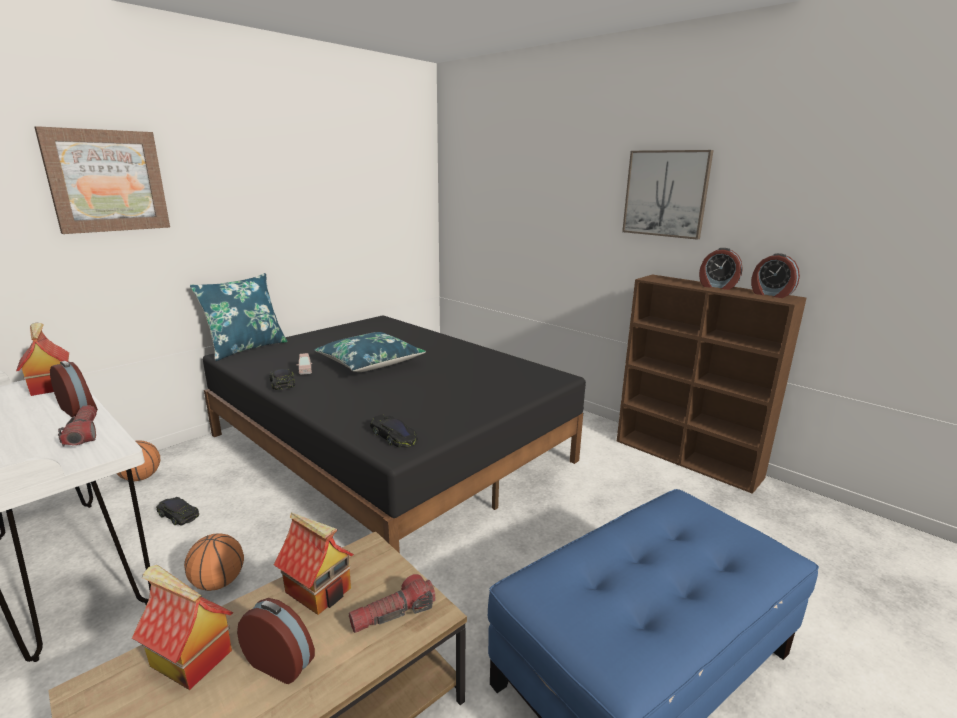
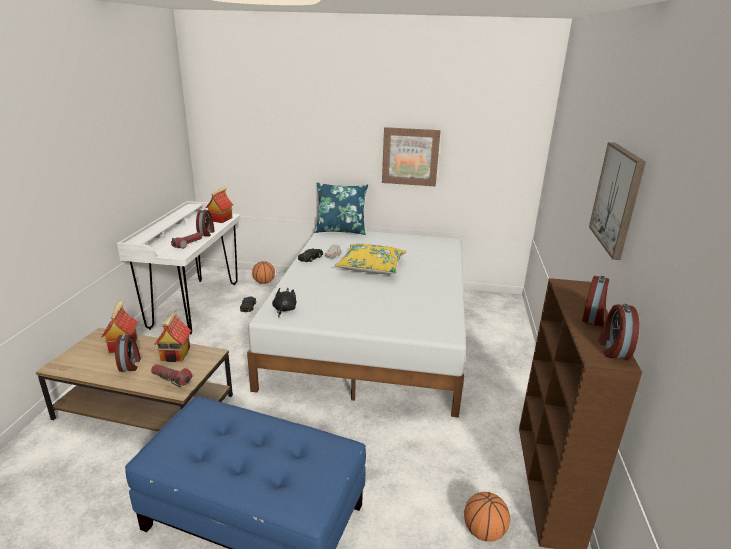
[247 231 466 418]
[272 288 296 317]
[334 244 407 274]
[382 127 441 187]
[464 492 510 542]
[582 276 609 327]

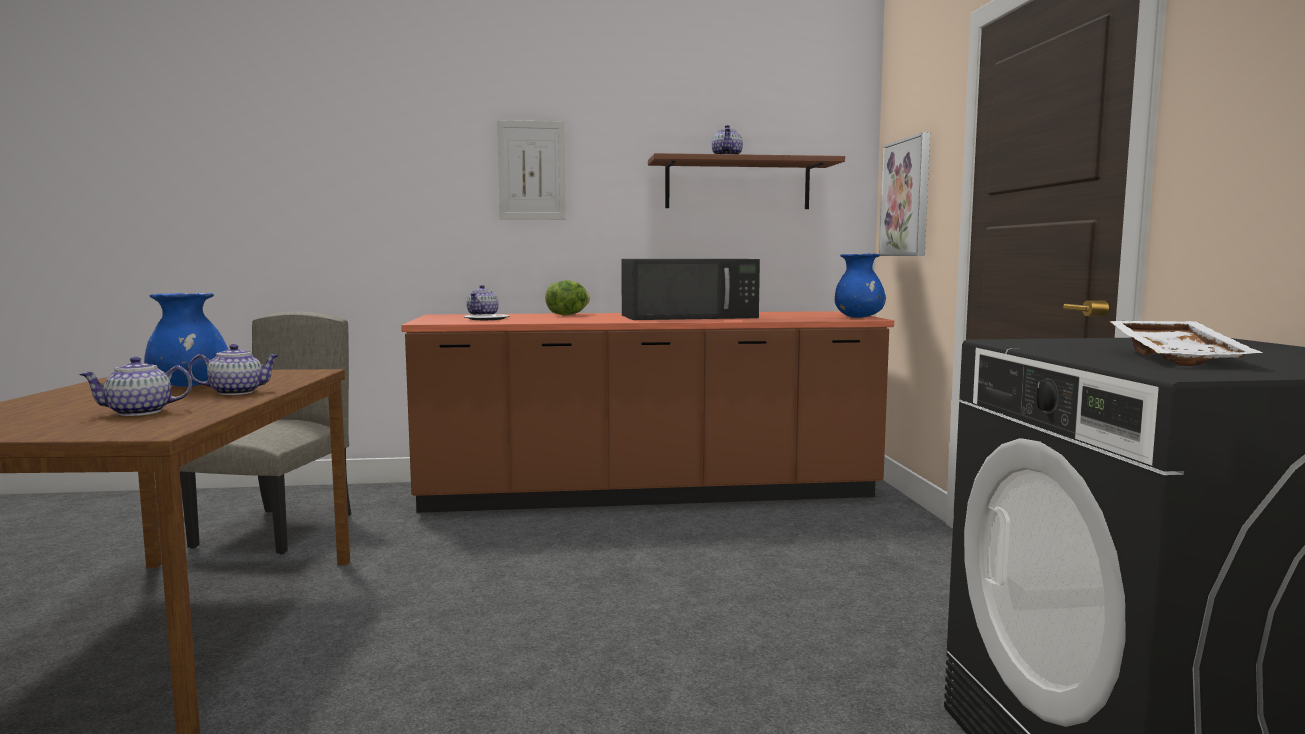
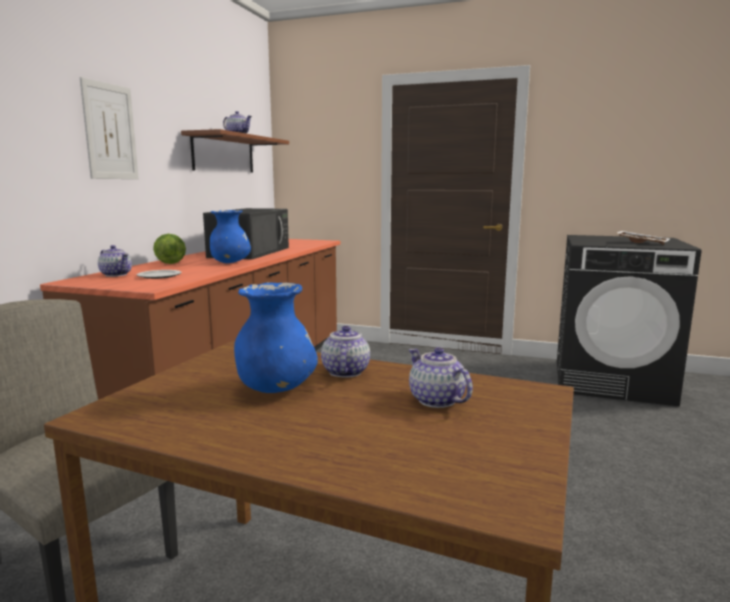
[210 210 251 263]
[409 347 473 408]
[879 132 930 256] (first image)

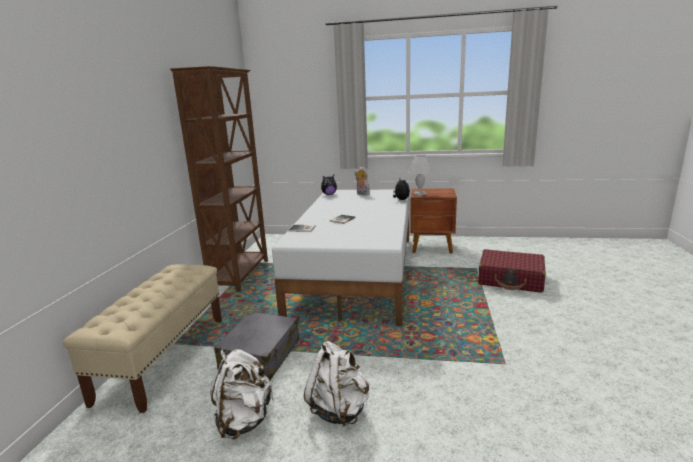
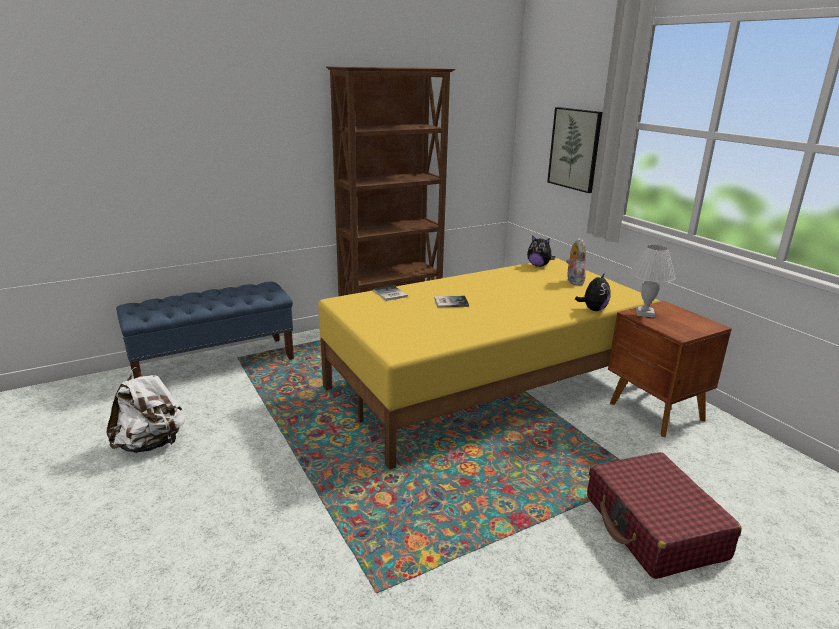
[116 281 294 379]
[318 258 660 470]
[547 107 602 193]
[214 312 299 380] (first image)
[304 341 369 427] (first image)

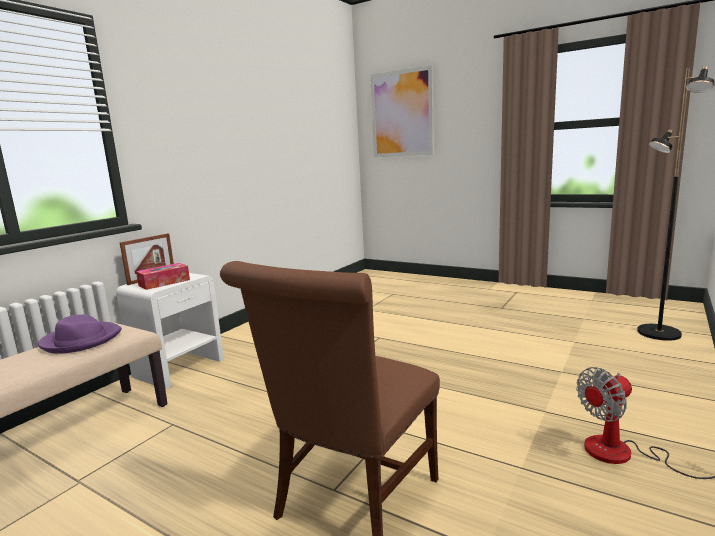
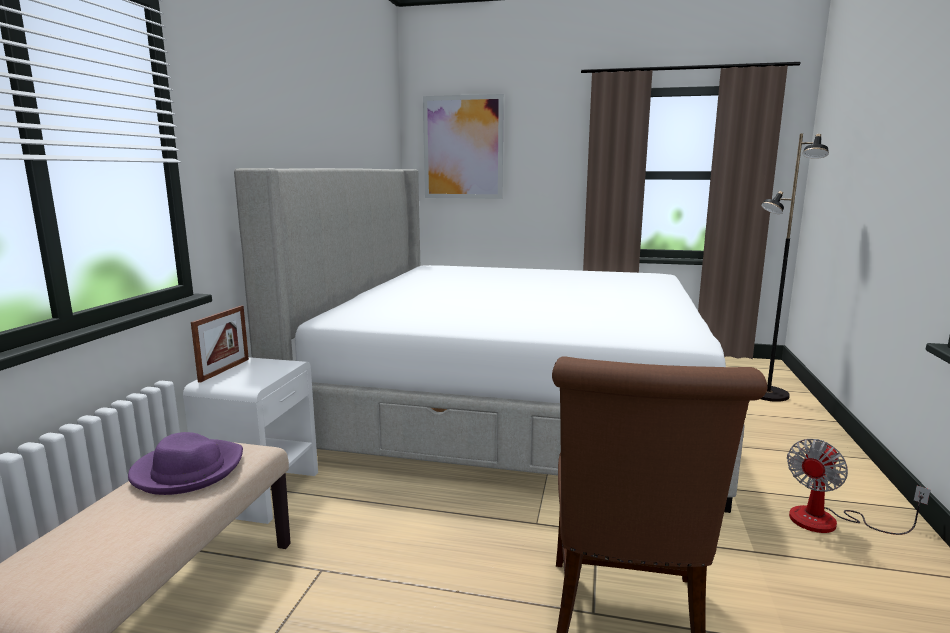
[234 168 745 513]
[136 263 190 290] (first image)

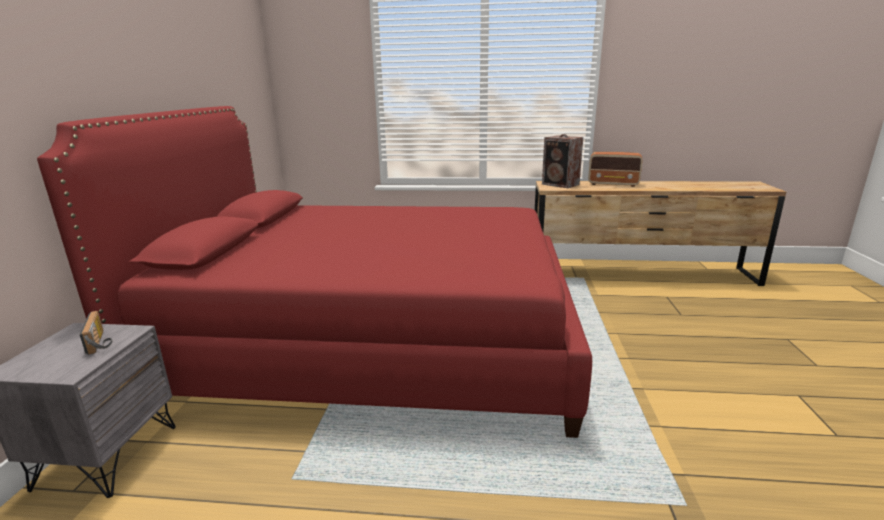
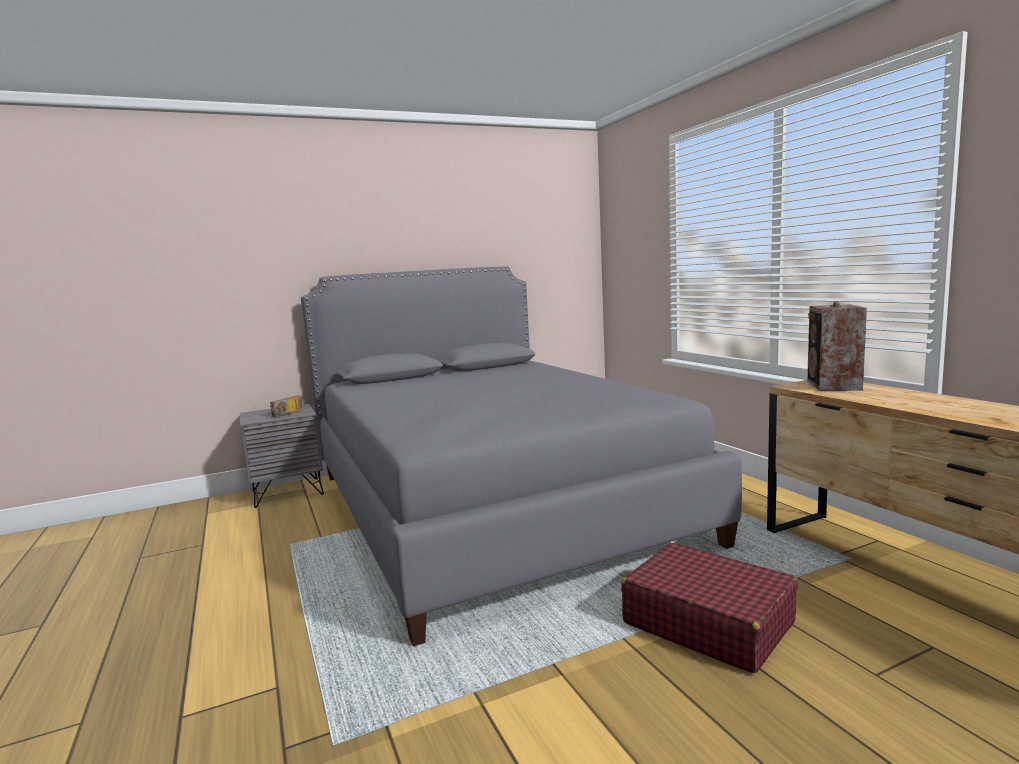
[301 266 742 646]
[621 543 798 673]
[588 152 642 187] (first image)

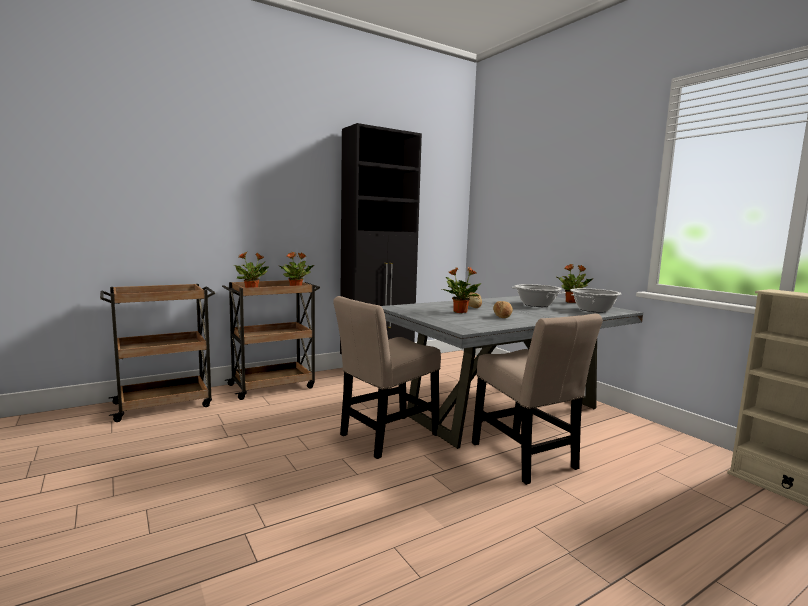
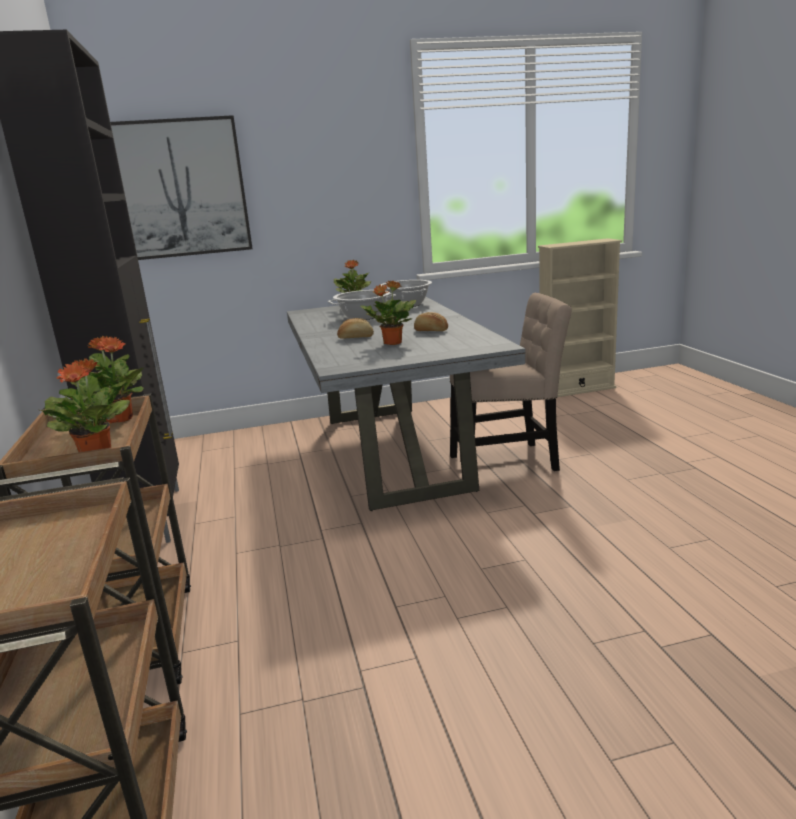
[110 115 253 260]
[333 296 441 459] (first image)

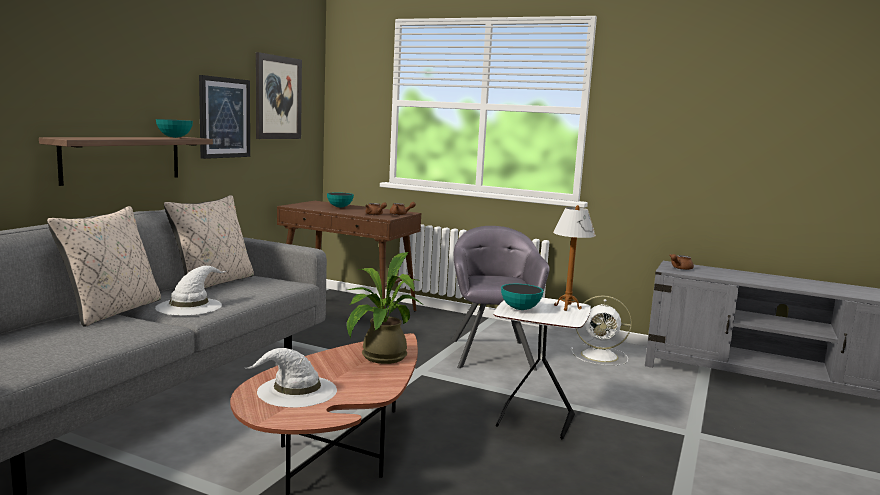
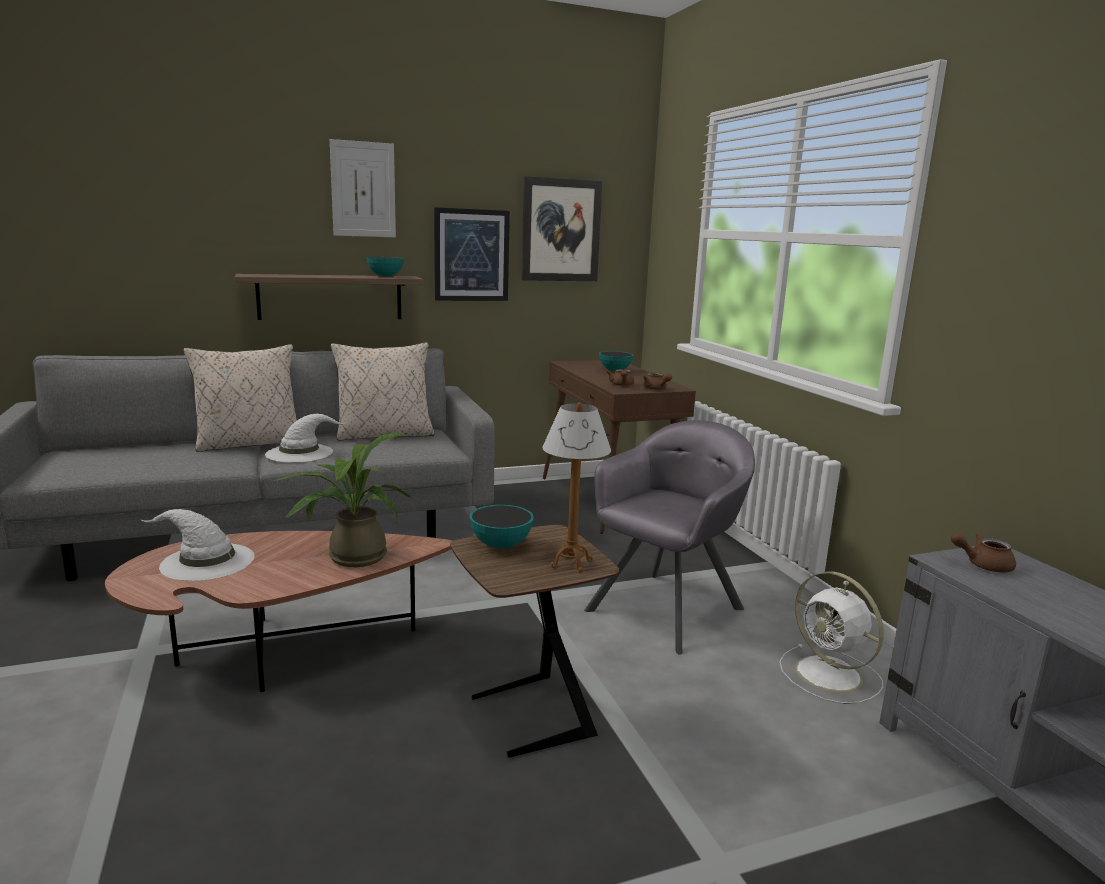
[330 139 396 237]
[450 525 619 758]

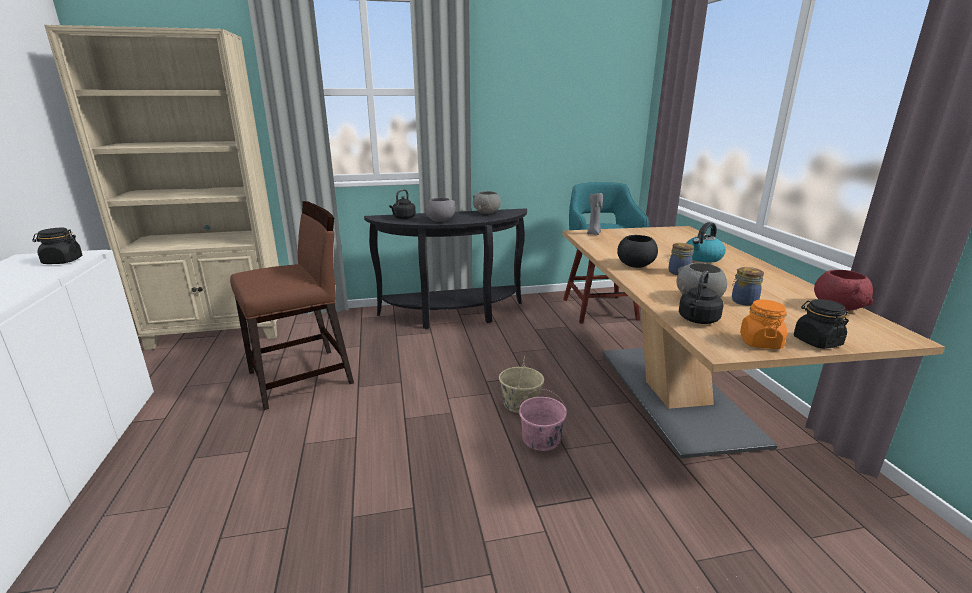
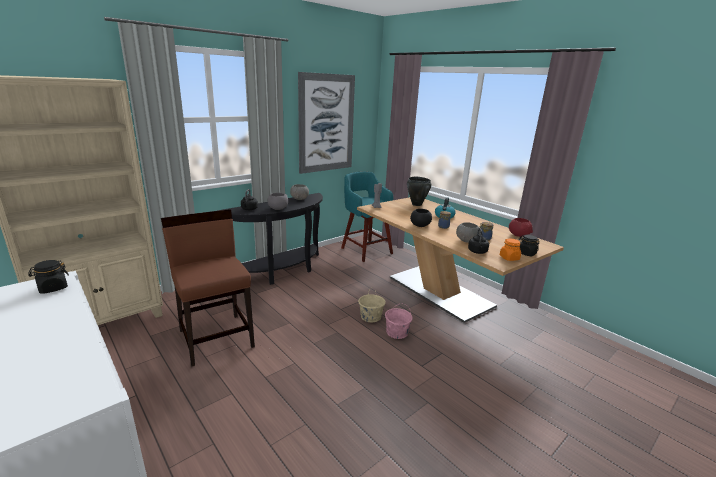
[161 209 255 366]
[298 72 355 174]
[407 177 432 206]

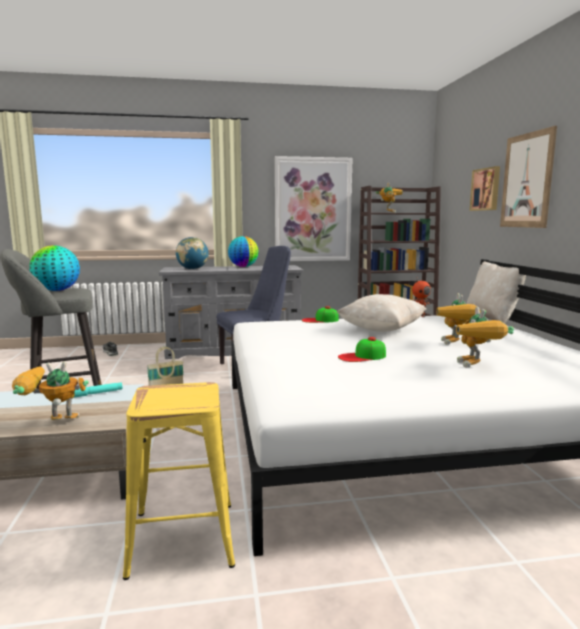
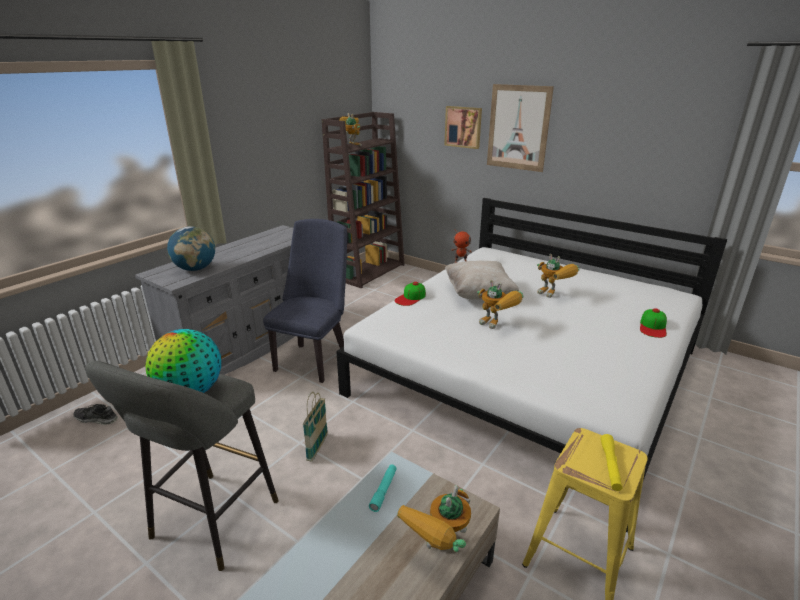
[477 280 524 329]
[601 434 622 491]
[640 308 667 338]
[228 236 259 267] (first image)
[275 156 352 261] (first image)
[466 261 526 323] (first image)

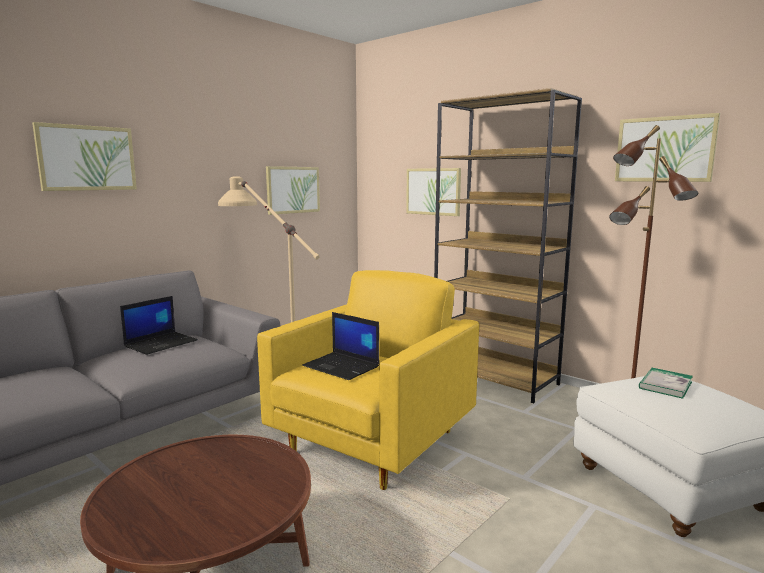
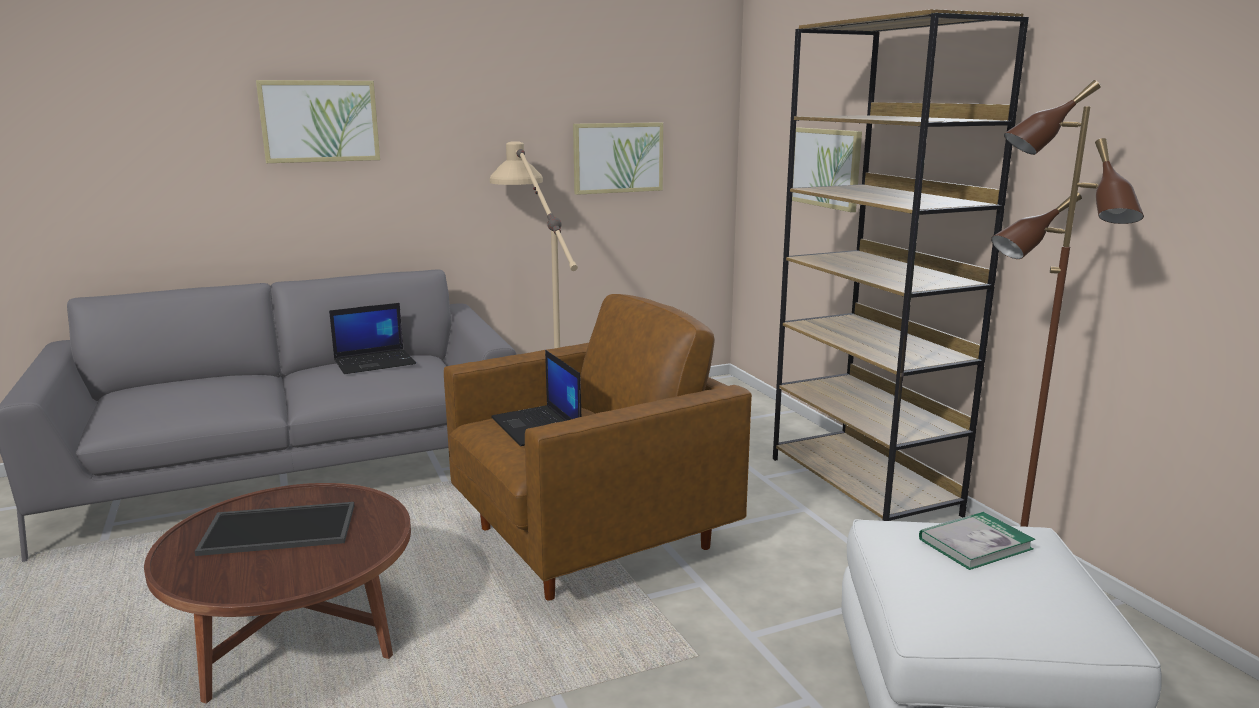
[194 502 354 556]
[444 294 752 600]
[615 113 720 182] (first image)

